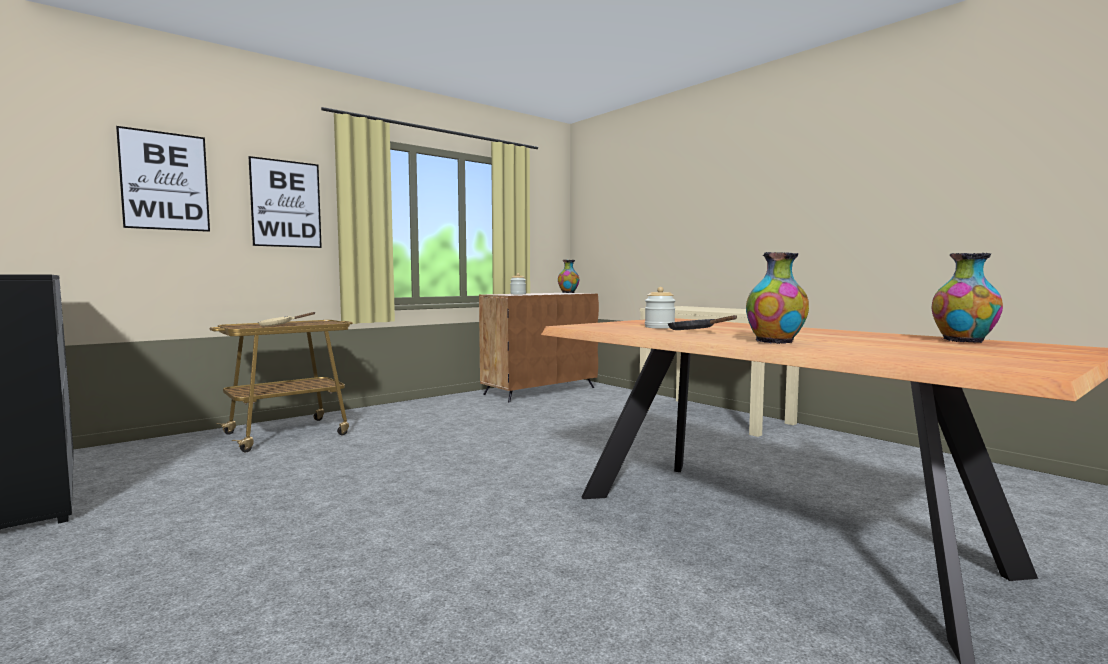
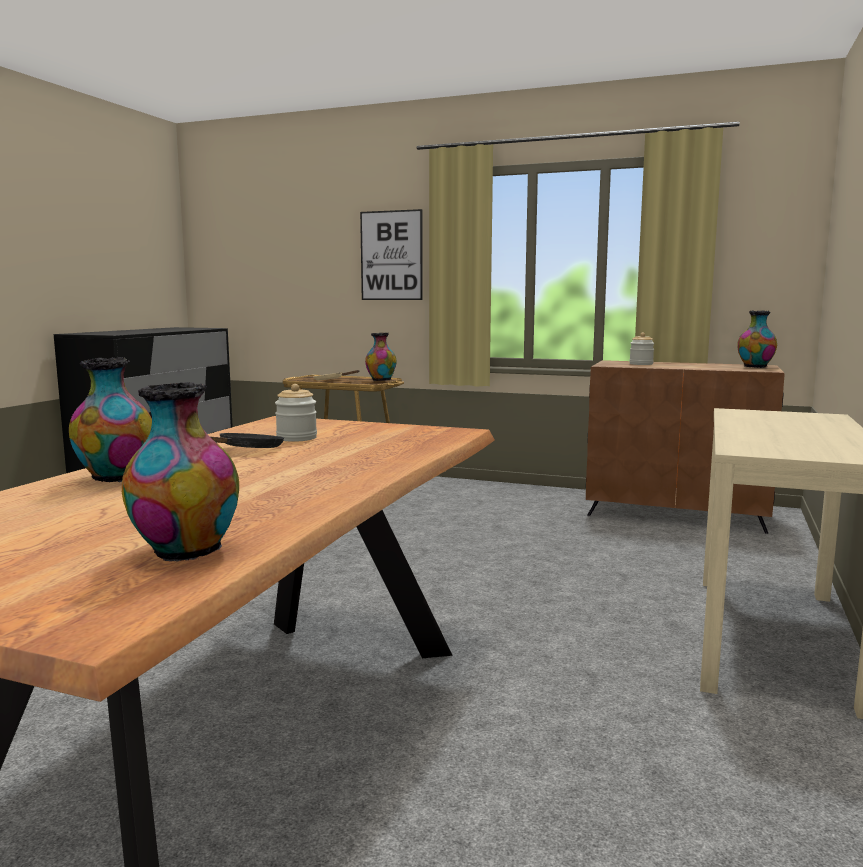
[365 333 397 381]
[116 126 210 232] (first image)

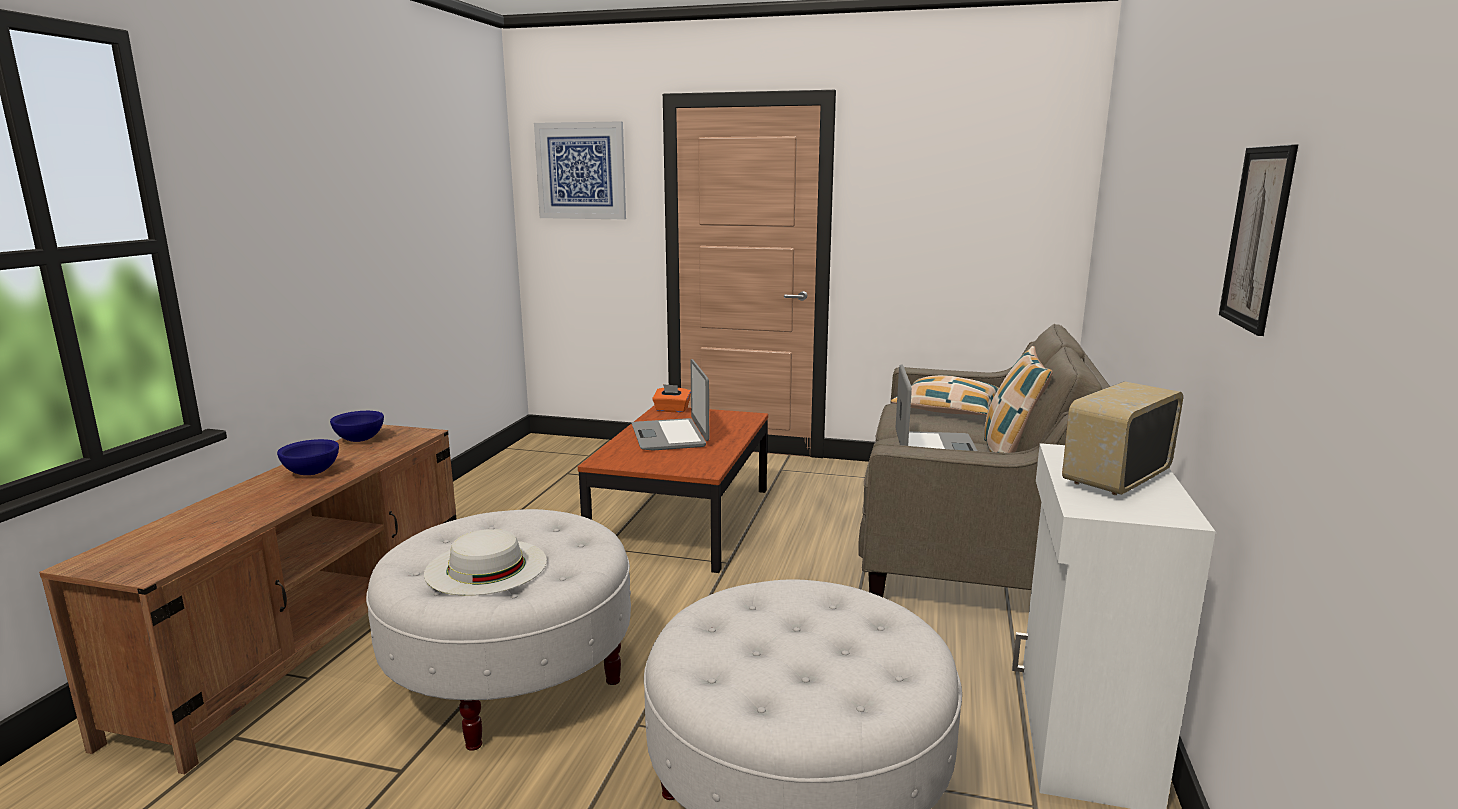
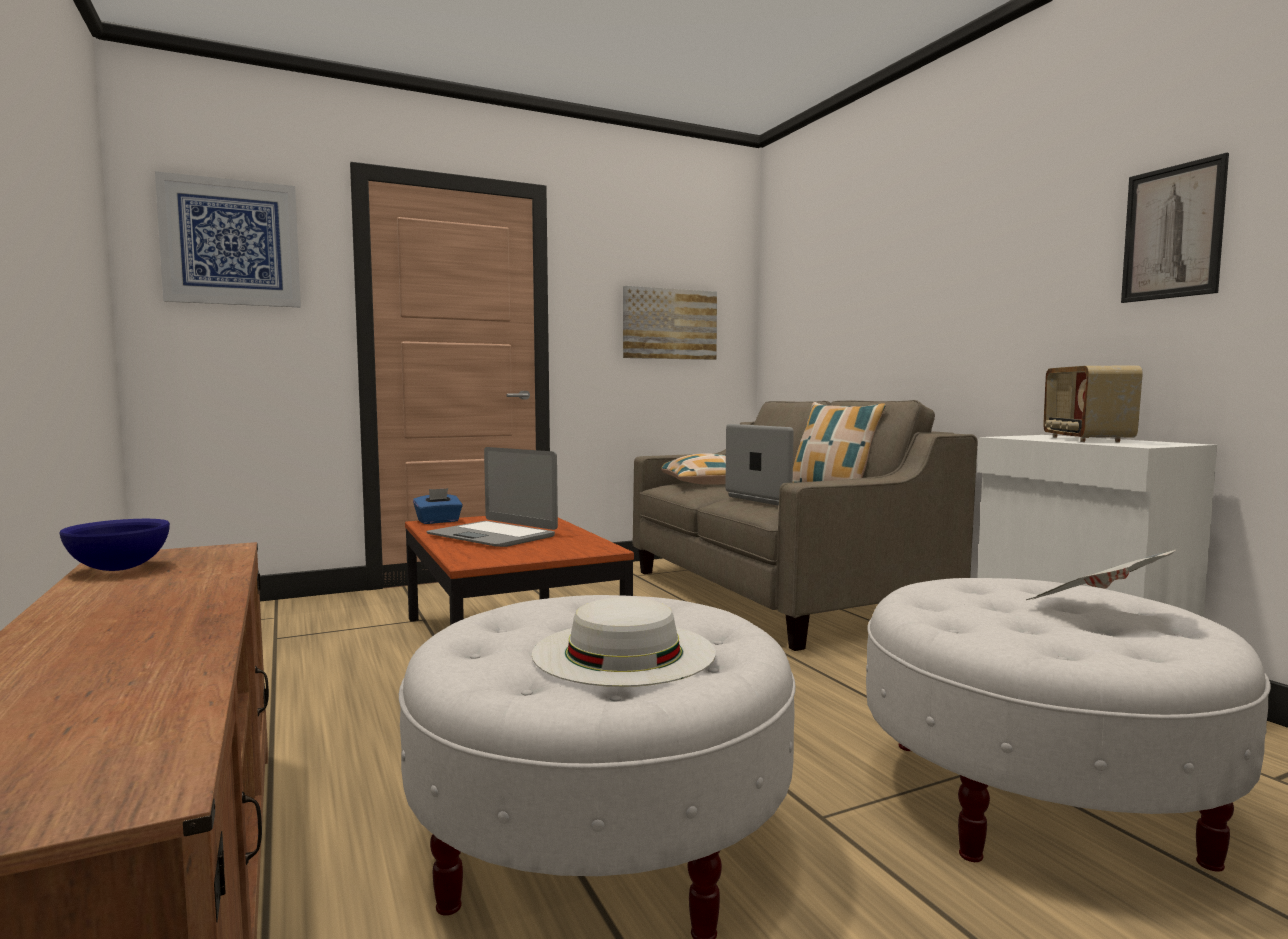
[413 488 463 524]
[623 286 717 360]
[1026 550 1175 600]
[277 439 339 475] (first image)

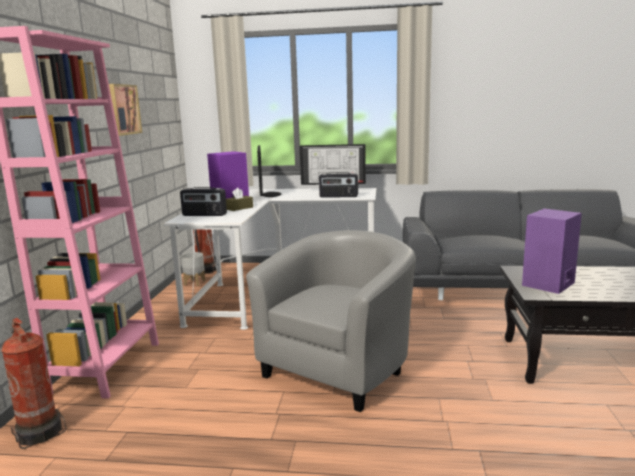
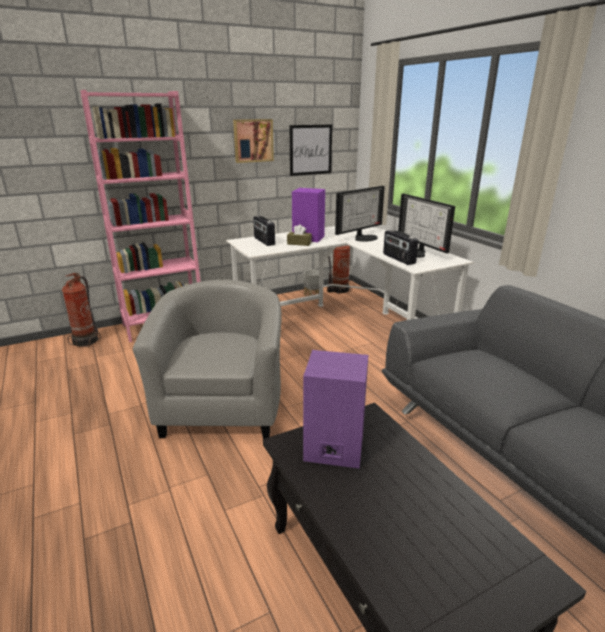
[133 280 282 439]
[290 124 332 176]

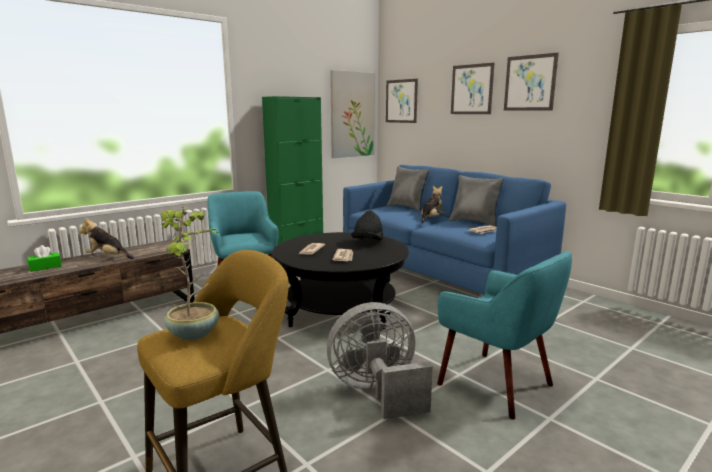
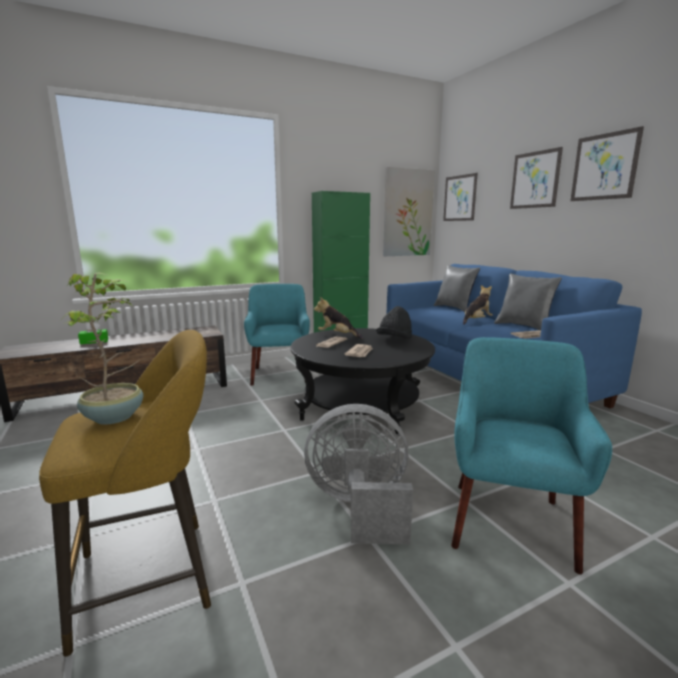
[314 297 363 339]
[451 337 612 574]

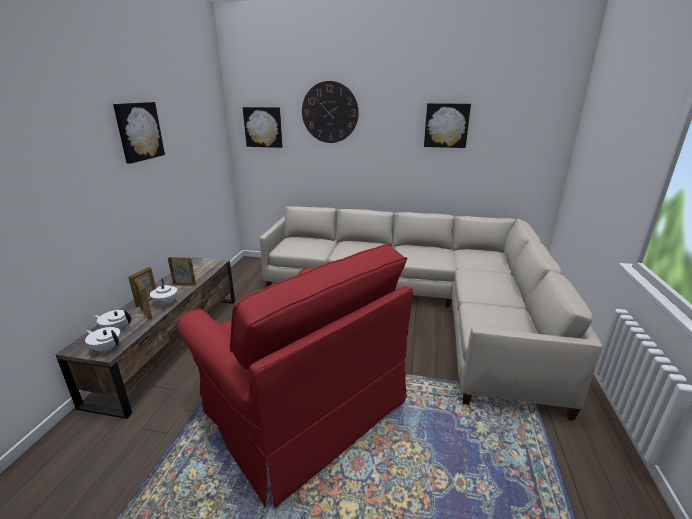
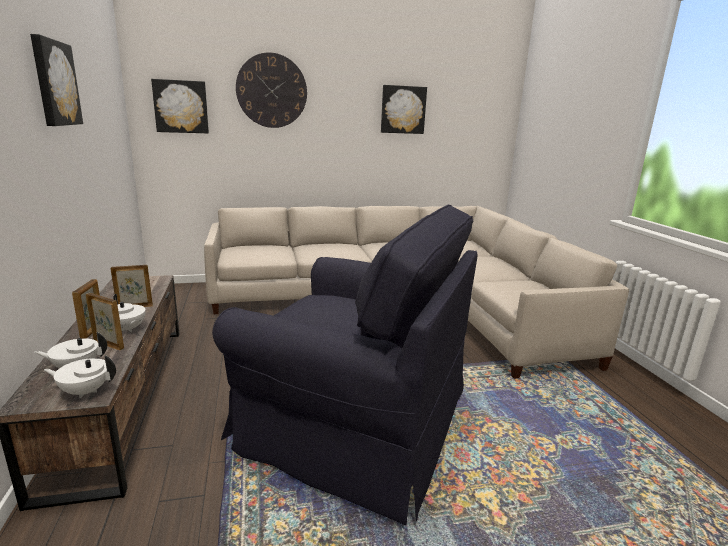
[212 205 478 525]

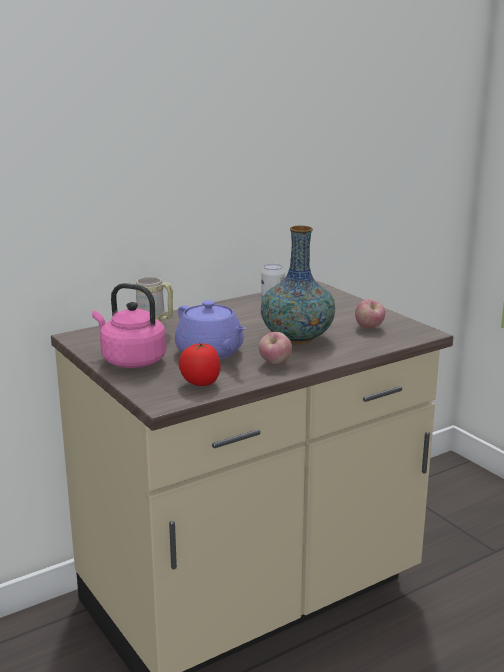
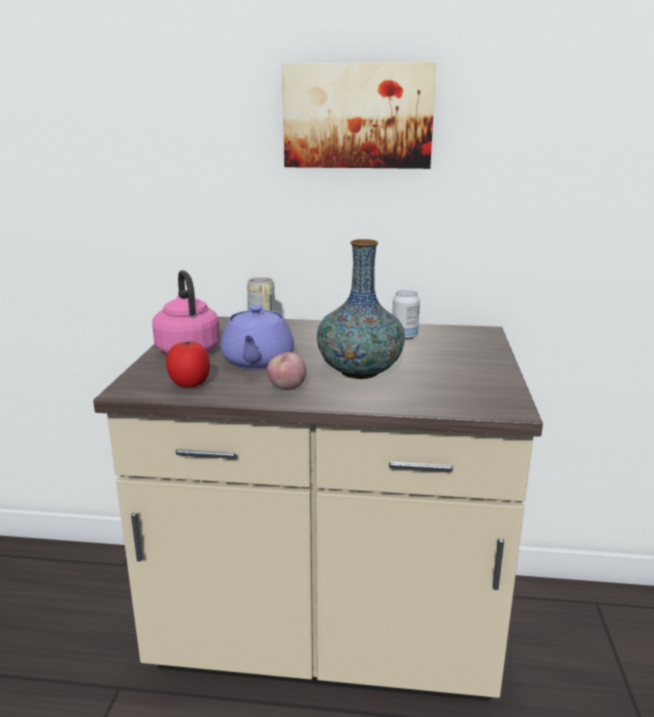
[282 62 436 169]
[355 299 385 328] (first image)

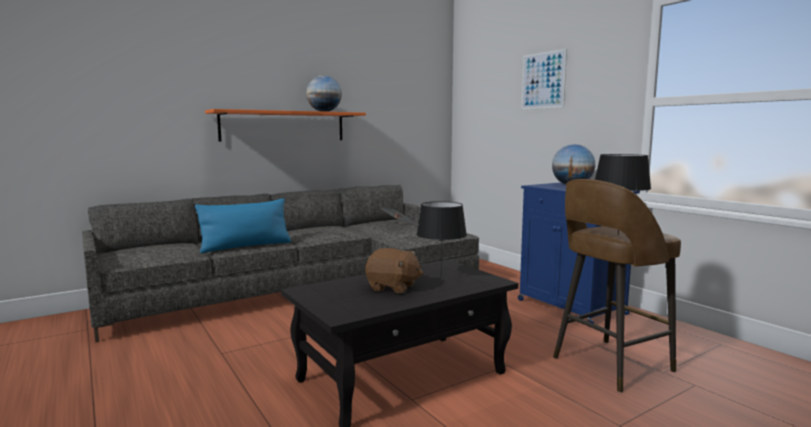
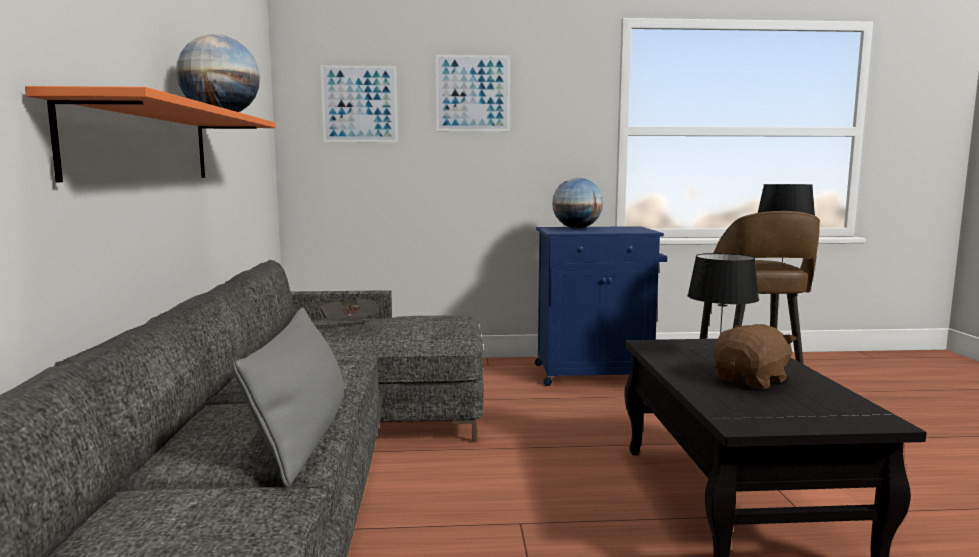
[232 308 344 487]
[320 65 398 142]

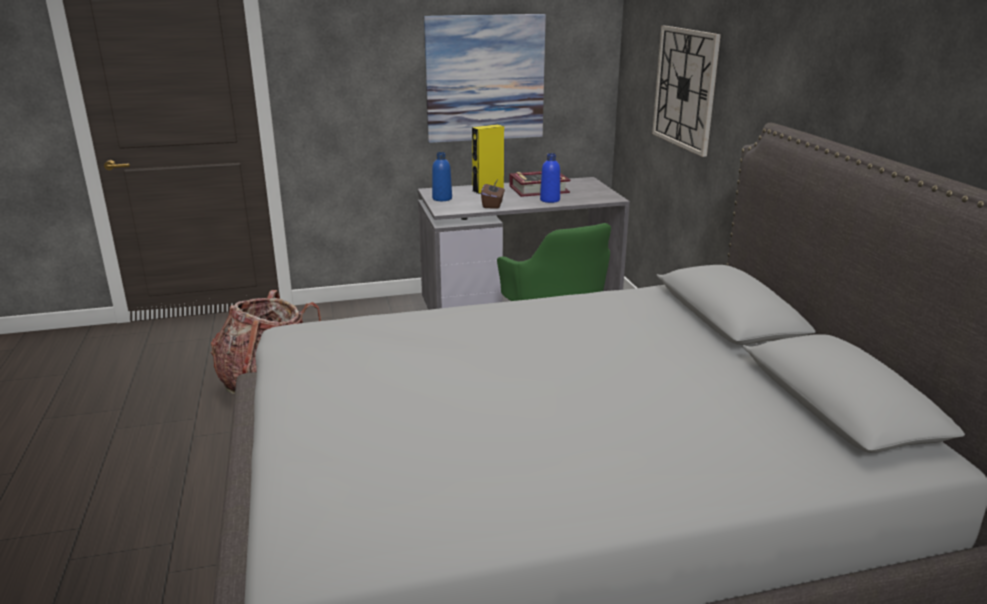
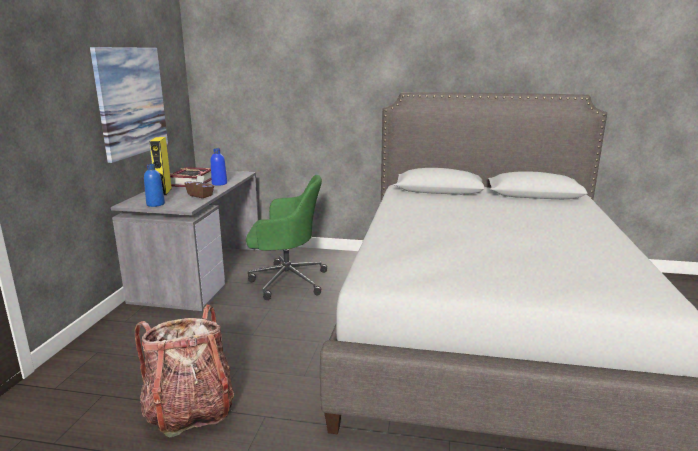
[652 26 721 157] (first image)

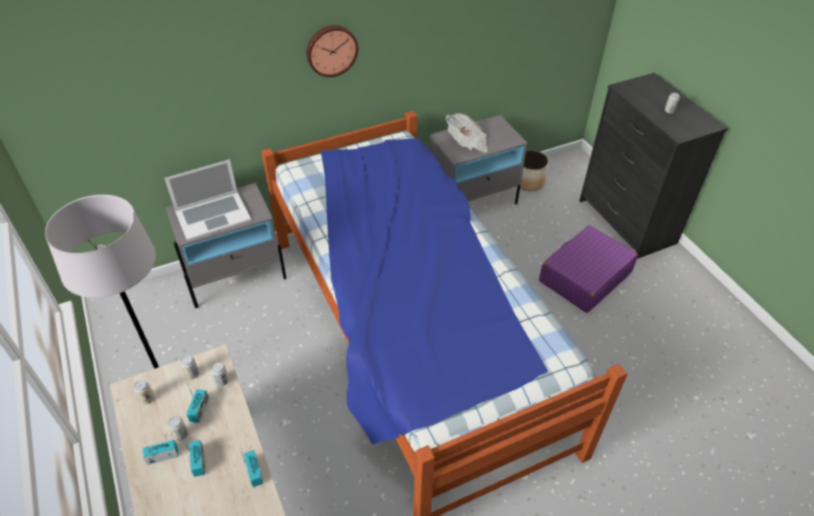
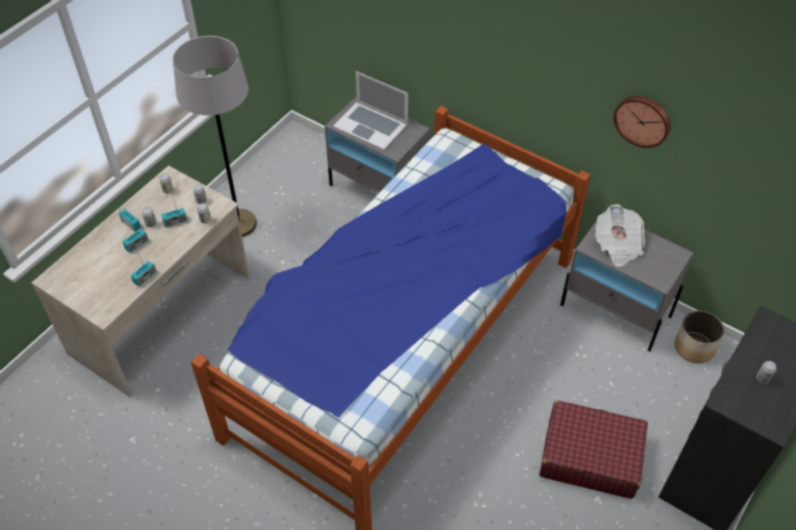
[539 401 648 499]
[614 96 671 148]

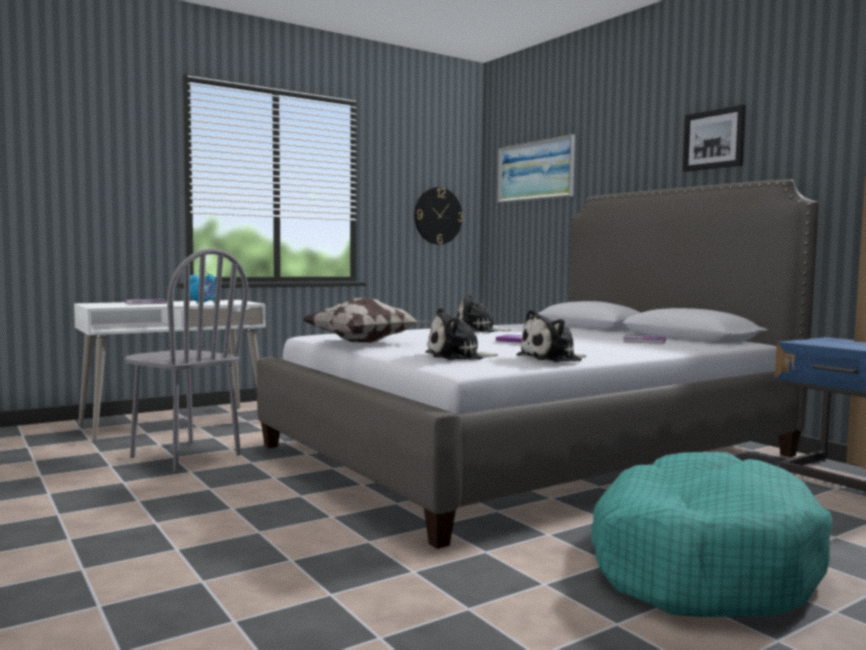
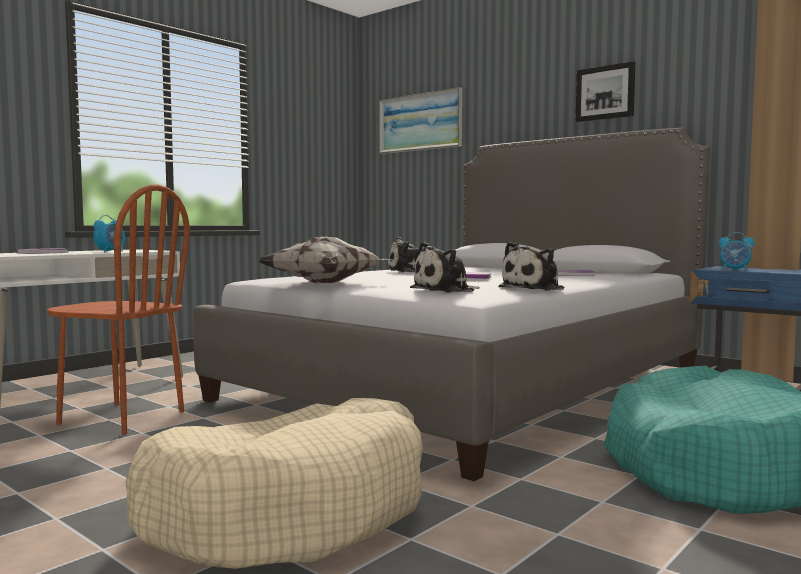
[47 184 190 435]
[126 398 423 569]
[719 232 754 271]
[414 187 463 245] (first image)

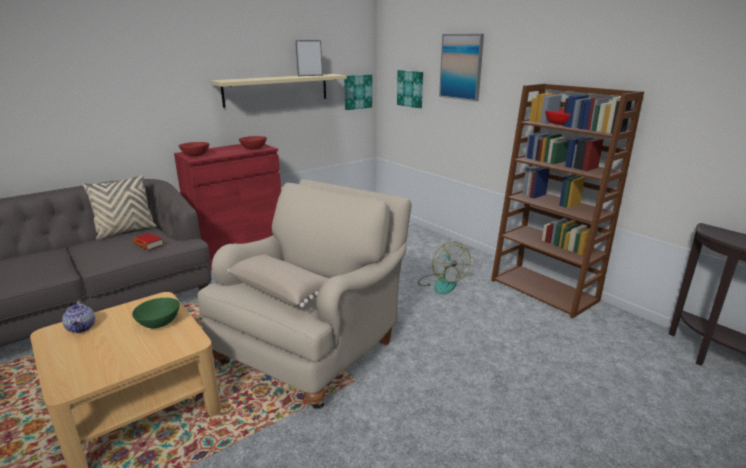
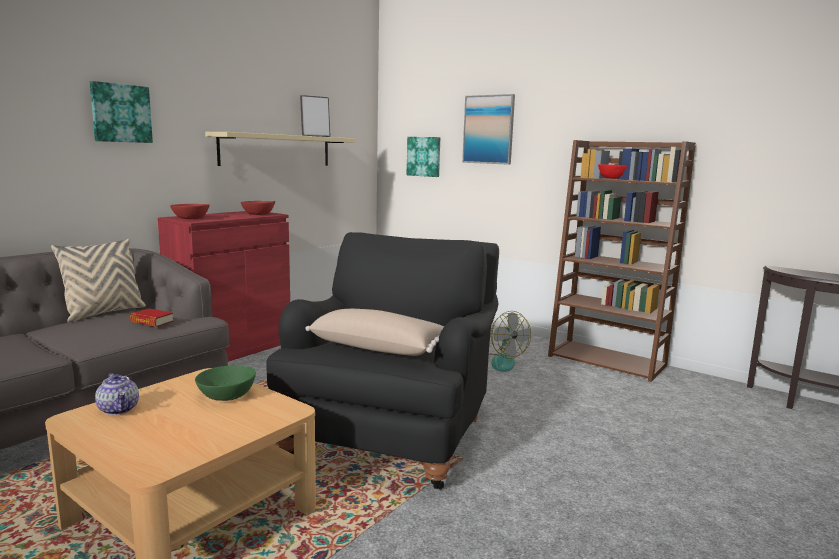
[90 81 153 143]
[266 232 499 489]

